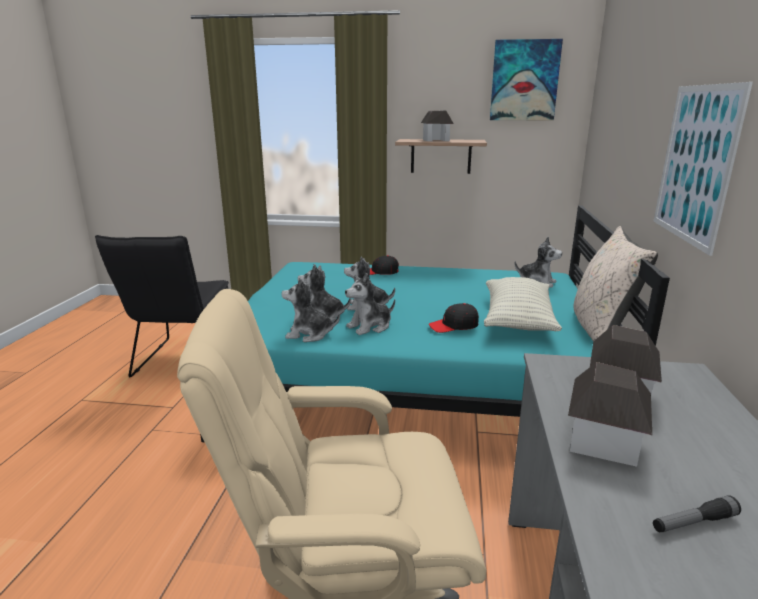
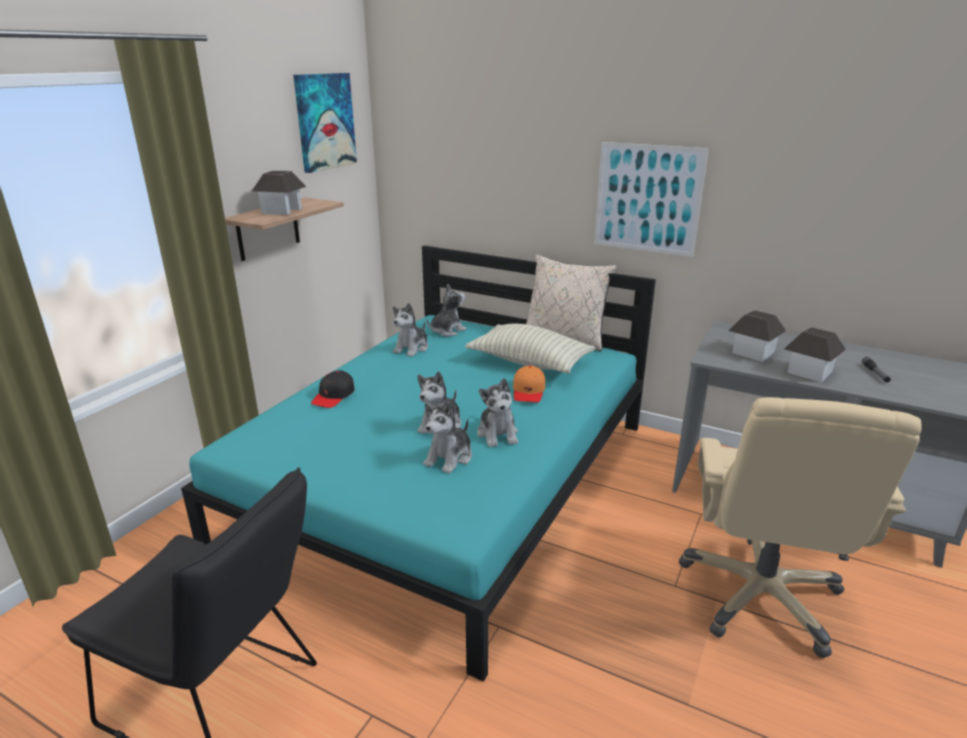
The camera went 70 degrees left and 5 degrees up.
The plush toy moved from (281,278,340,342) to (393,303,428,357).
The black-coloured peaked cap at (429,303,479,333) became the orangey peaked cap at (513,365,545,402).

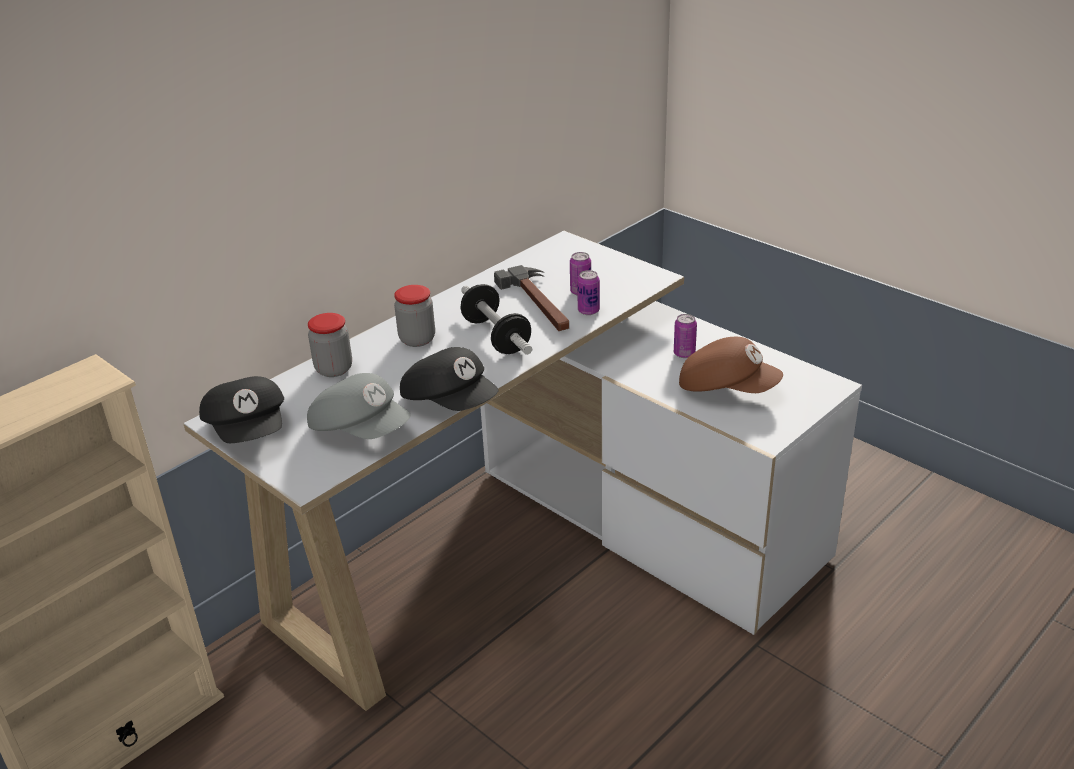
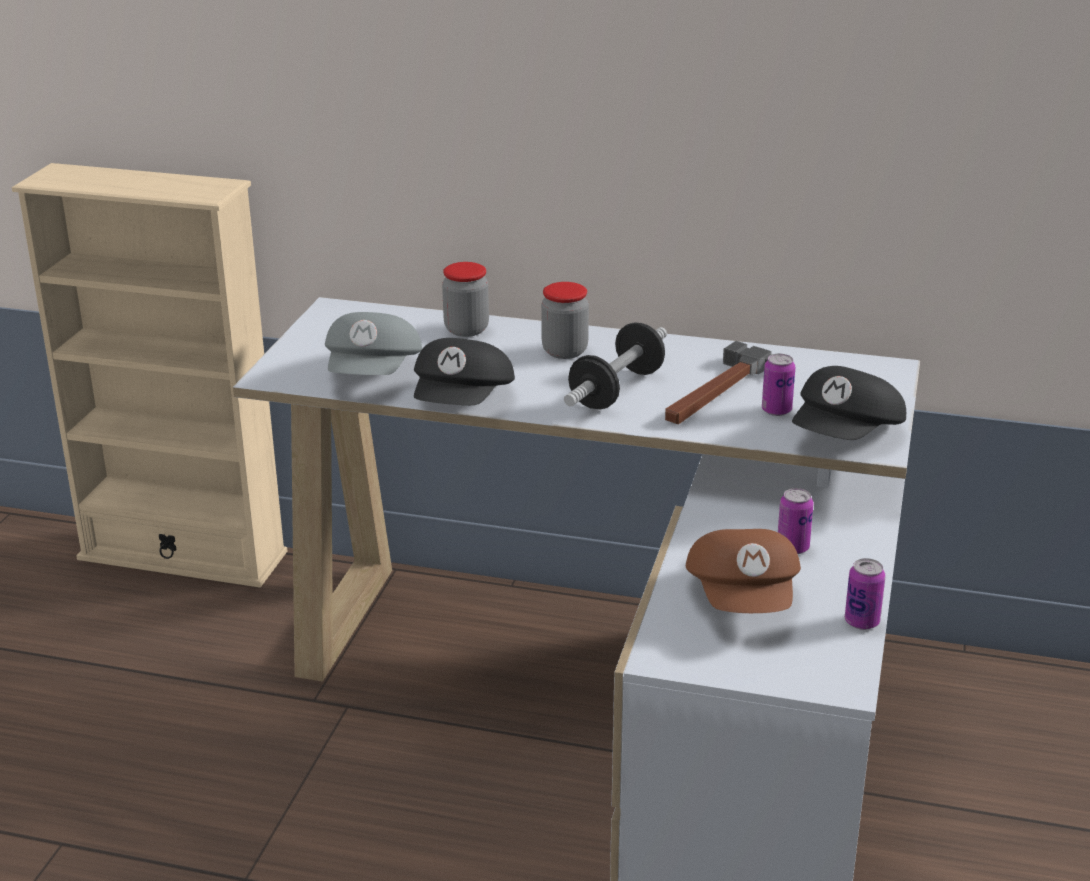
The camera went 60 degrees right and 5 degrees down.
The black-coloured peaked cap moved from (199,376,284,443) to (792,366,906,440).
The sealed can moved from (577,270,600,315) to (845,558,886,630).

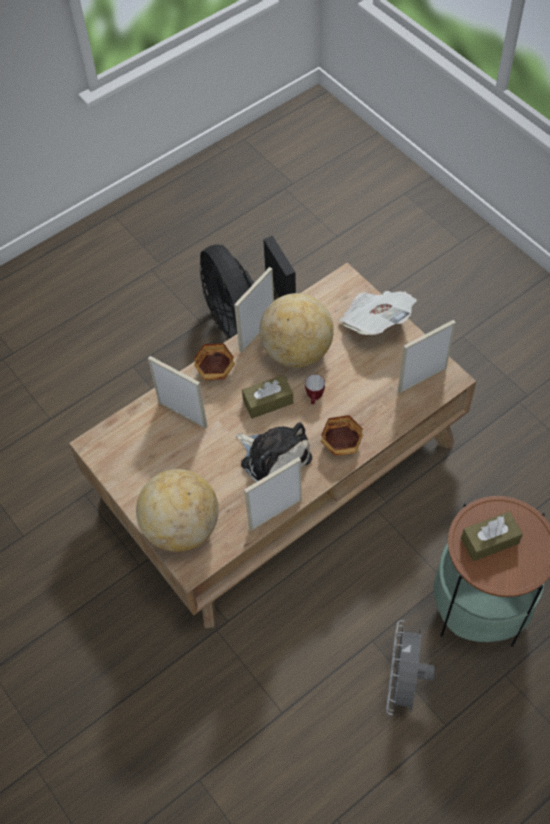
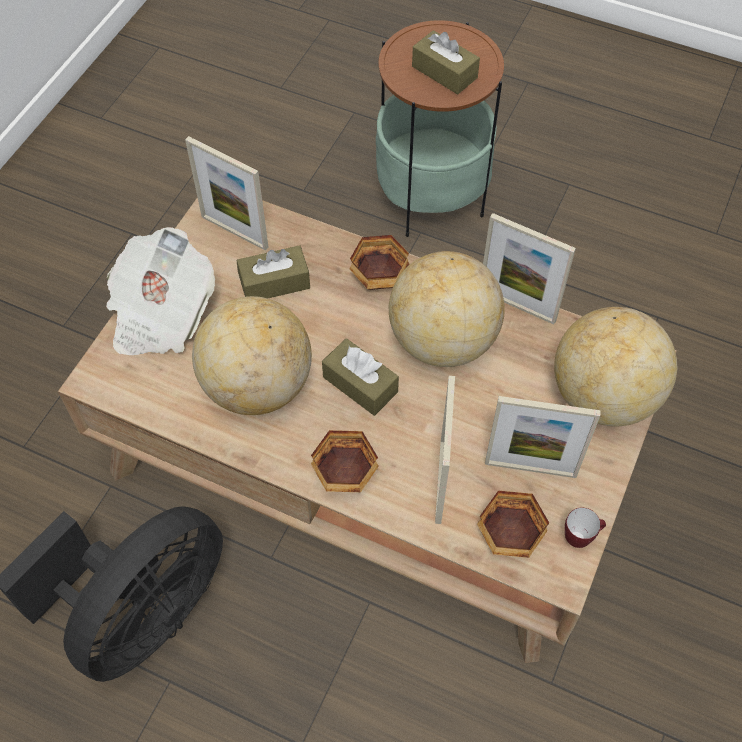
The camera went 120 degrees left and 0 degrees up.
The picture frame moved from (234,267,274,353) to (485,396,601,478).
The plush toy at (236,422,312,482) was replaced by the globe at (389,251,505,367).
The tea mug moved from (305,374,325,404) to (565,508,606,548).
The grey fan at (386,620,435,715) disappeared.
The brown-coloured tissue holder at (237,245,310,298) appeared.
The bowl at (477,491,549,558) appeared.

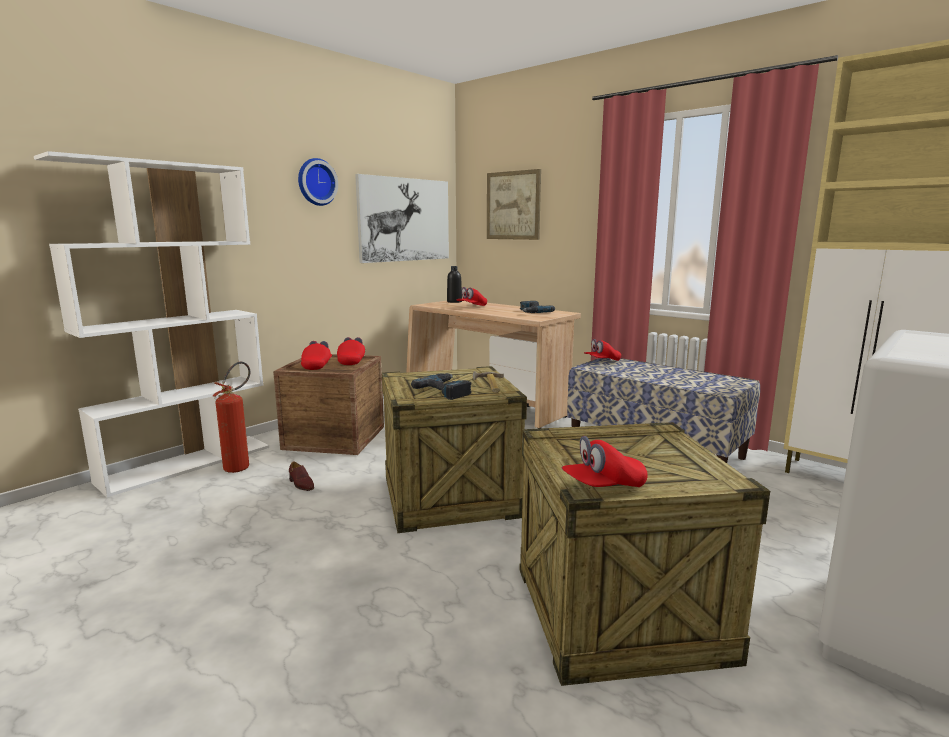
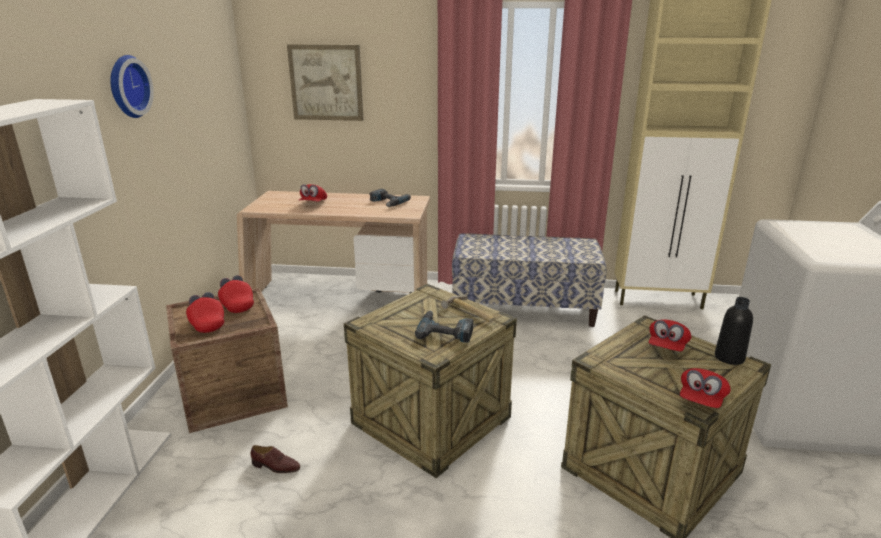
The camera went 35 degrees left and 10 degrees up.
The fire extinguisher at (213,362,251,473) disappeared.
The wall picture at (355,174,449,263) disappeared.
The black-coloured drink bottle moved from (447,266,462,303) to (715,297,753,365).
The red-coloured peaked cap moved from (584,339,621,361) to (649,320,691,351).

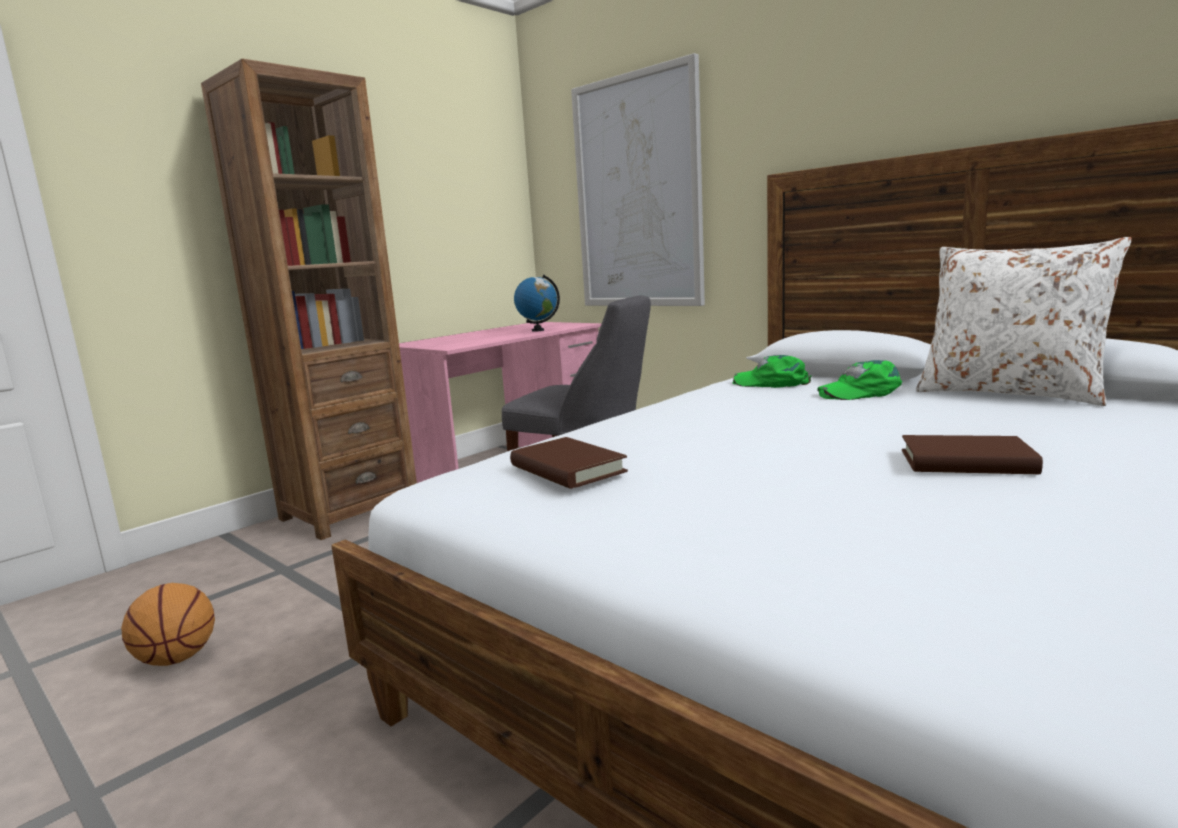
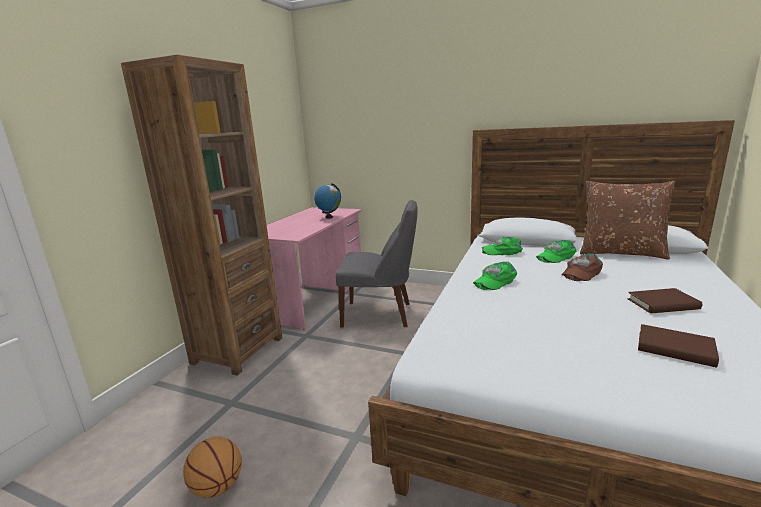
The camera went 20 degrees left and 5 degrees up.
The brown-coloured book moved from (510,437,628,489) to (638,324,719,368).
The wall picture at (571,53,705,306) disappeared.
The whitish throw pillow at (916,237,1132,406) became the brown-coloured throw pillow at (580,181,676,260).
The green-coloured peaked cap at (473,261,517,290) appeared.
The brown-coloured peaked cap at (562,253,603,281) appeared.

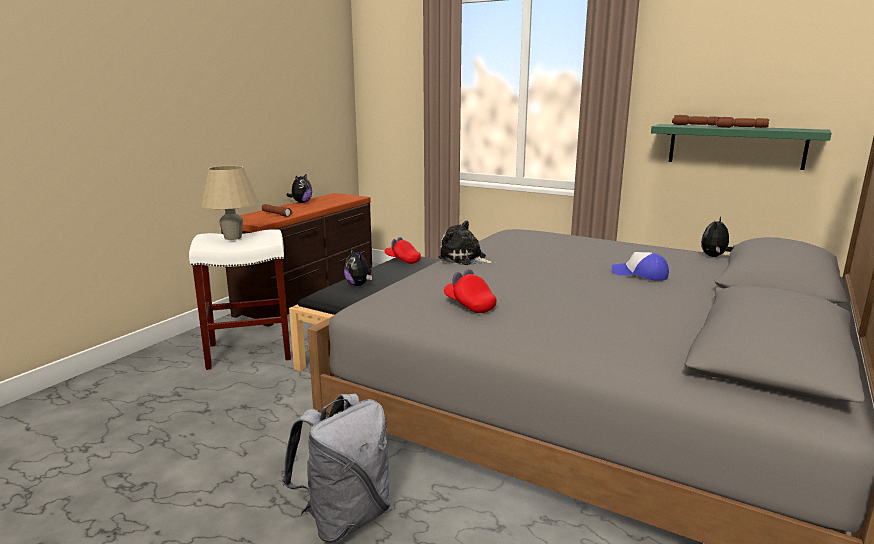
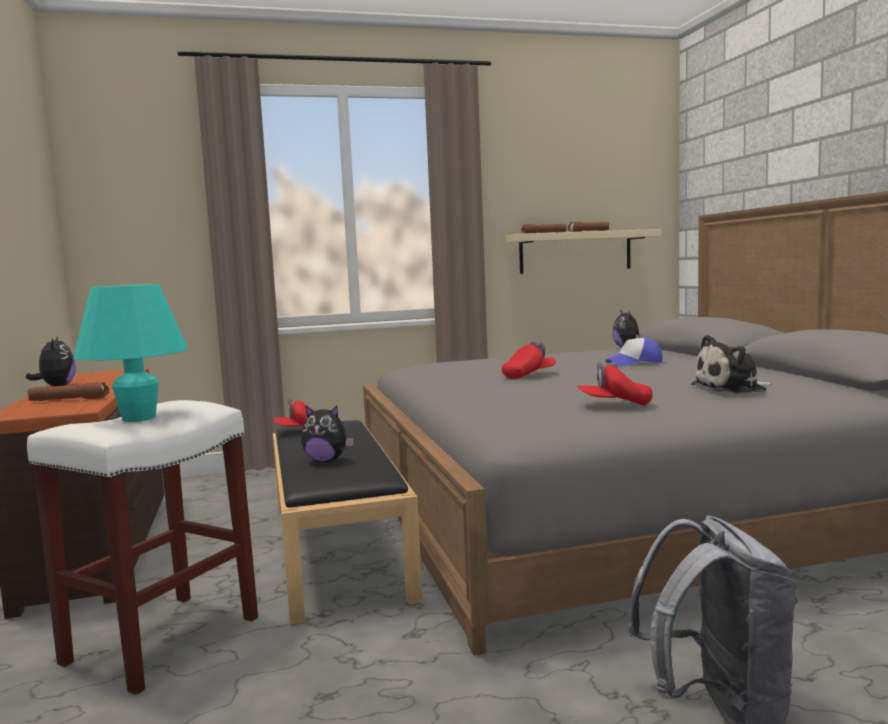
The camera went 45 degrees left and 10 degrees down.
The sand-coloured table lamp at (199,166,258,240) became the turquoise table lamp at (73,284,188,422).
The plush toy moved from (438,220,495,265) to (691,335,772,394).
The green-coloured shelf at (651,124,832,170) became the sand-coloured shelf at (506,229,662,274).
The red-coloured peaked cap at (502,341,556,379) appeared.

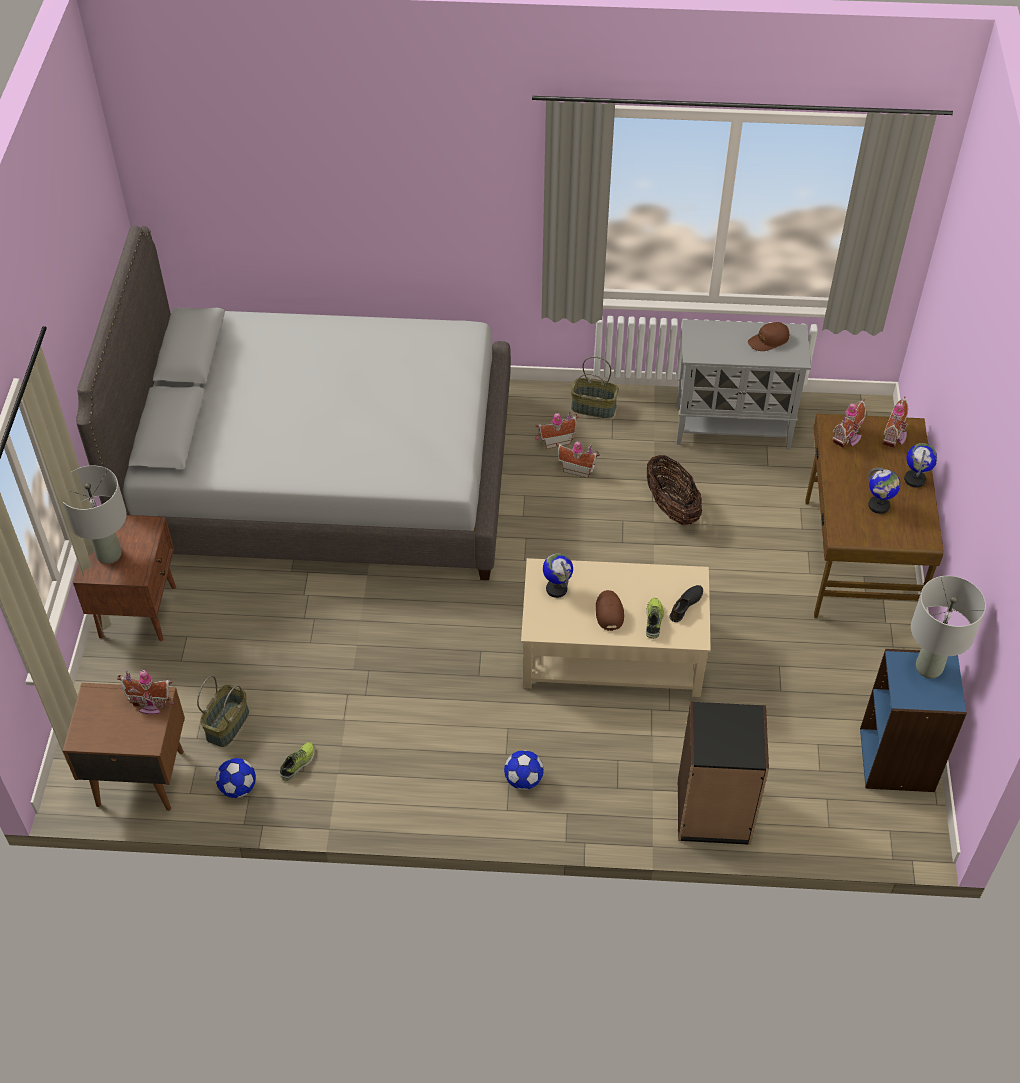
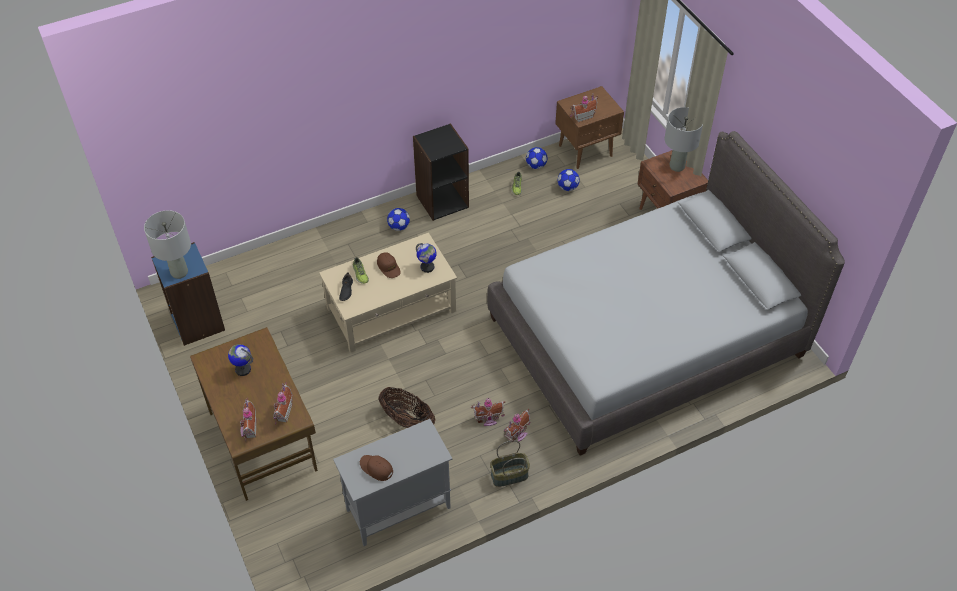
The camera went 150 degrees right and 0 degrees up.
The basket at (197,676,249,747) was replaced by the ball for football at (558,169,580,191).
The black-coloured shelving unit moved from (678,701,769,845) to (413,123,469,221).
The brown-coloured peaked cap at (748,322,790,351) turned 90 degrees counterclockwise.
The globe at (904,443,937,488) disappeared.

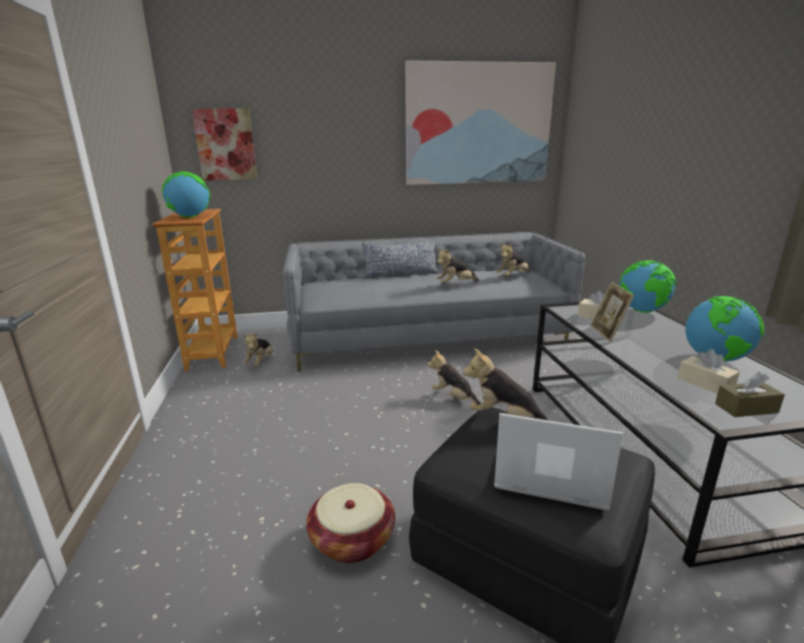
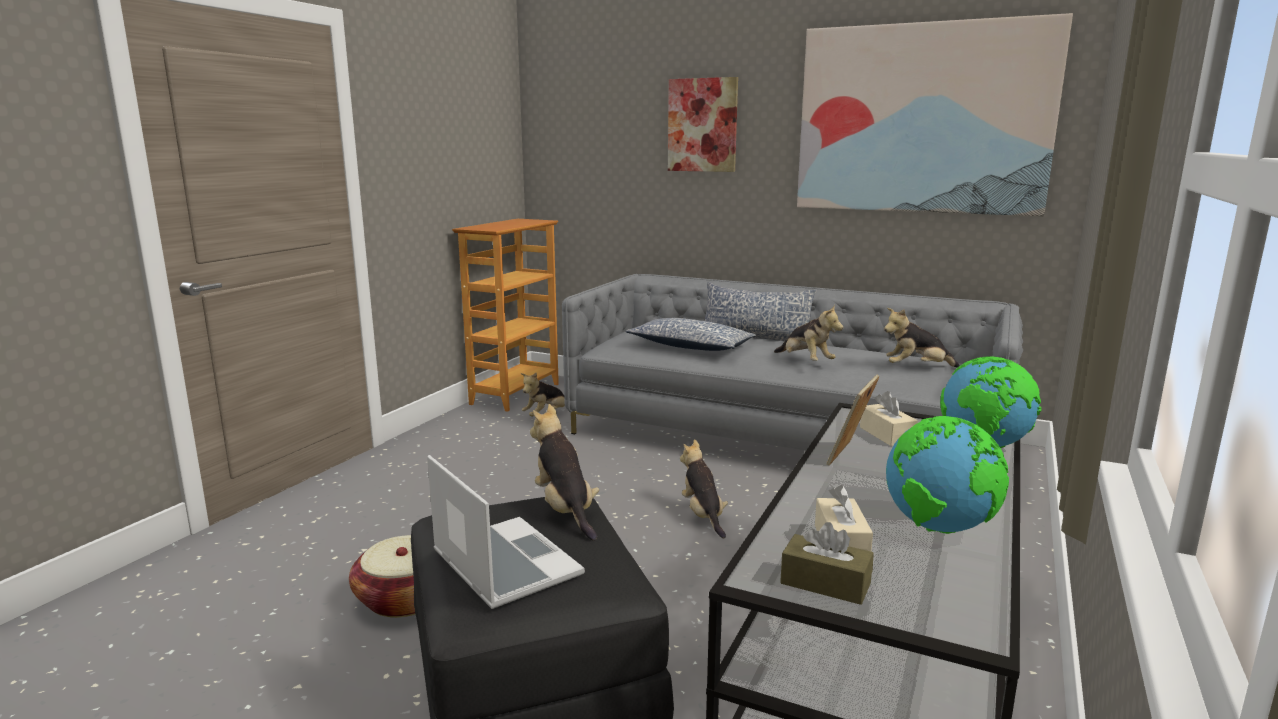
The camera went 35 degrees right and 5 degrees down.
The globe at (162,171,210,217) disappeared.
The wall picture moved from (192,109,257,181) to (668,77,738,172).
The plush toy at (437,249,479,283) turned 135 degrees counterclockwise.
The throw pillow at (626,318,756,351) appeared.

